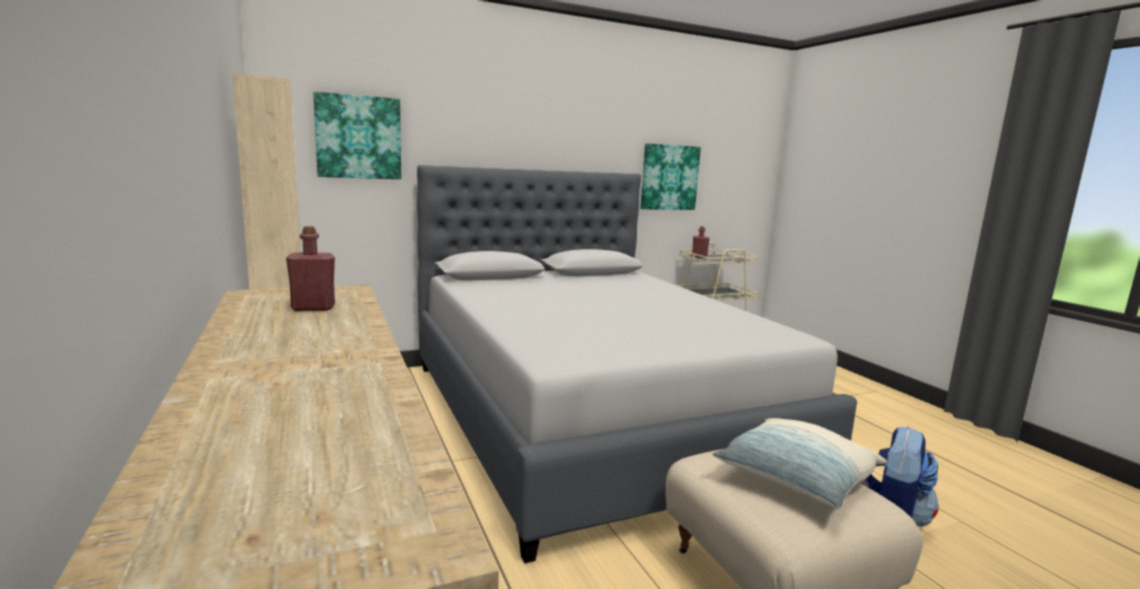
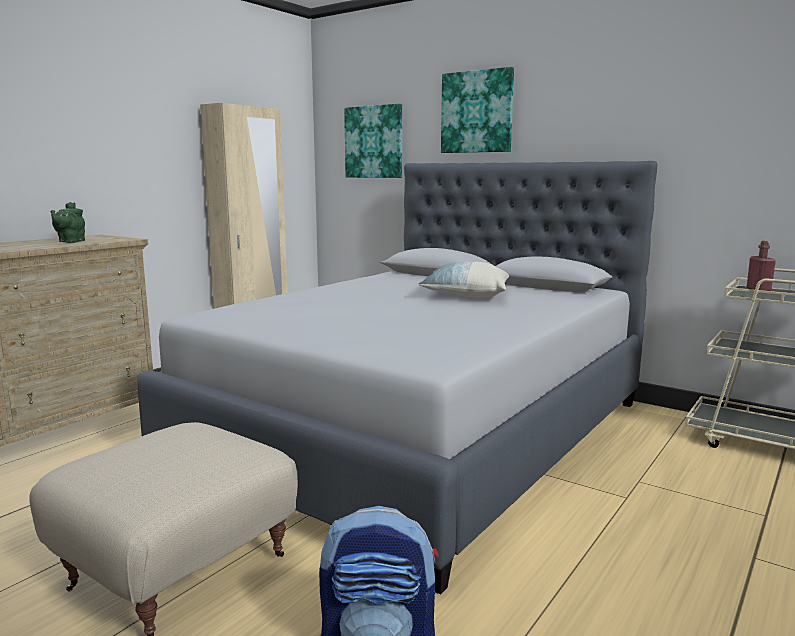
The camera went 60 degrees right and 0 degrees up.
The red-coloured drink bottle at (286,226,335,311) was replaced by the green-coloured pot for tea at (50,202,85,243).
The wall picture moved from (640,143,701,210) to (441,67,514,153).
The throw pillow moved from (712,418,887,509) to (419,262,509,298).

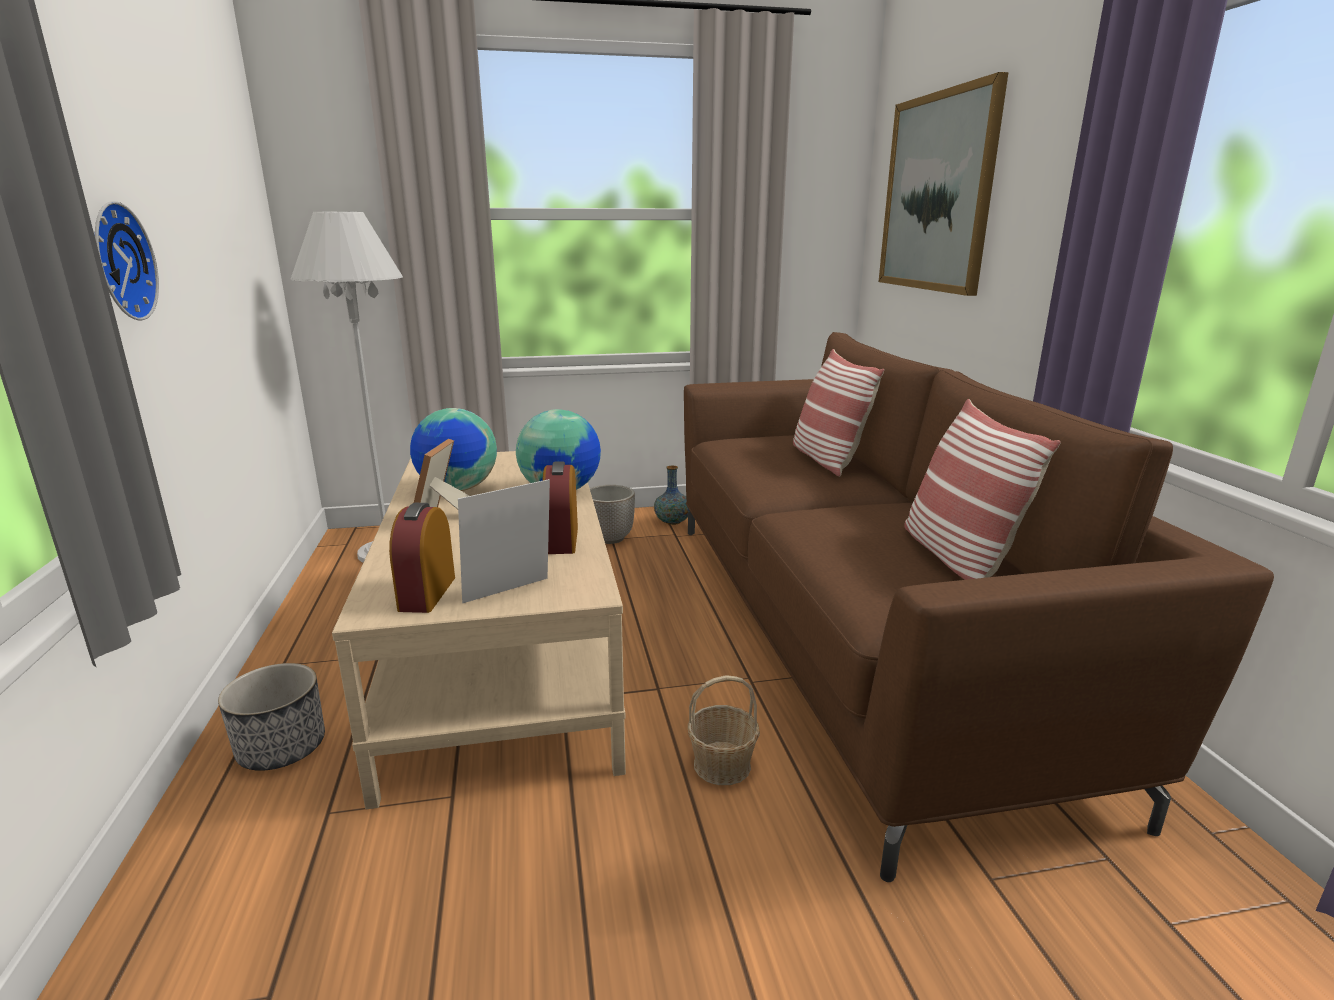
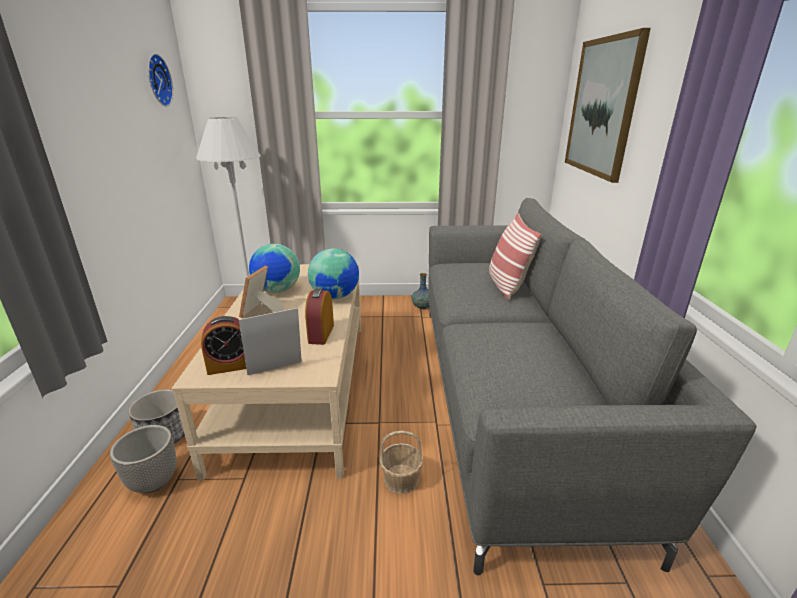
The camera went 10 degrees right and 5 degrees up.
The wall clock moved from (94,201,159,320) to (148,54,173,106).
The bedside clock at (389,503,455,613) turned 120 degrees counterclockwise.
The planter moved from (590,485,635,544) to (110,425,176,493).
The brown-coloured couch at (684,332,1274,882) became the grey couch at (428,198,757,575).
The throw pillow at (904,399,1061,580) disappeared.

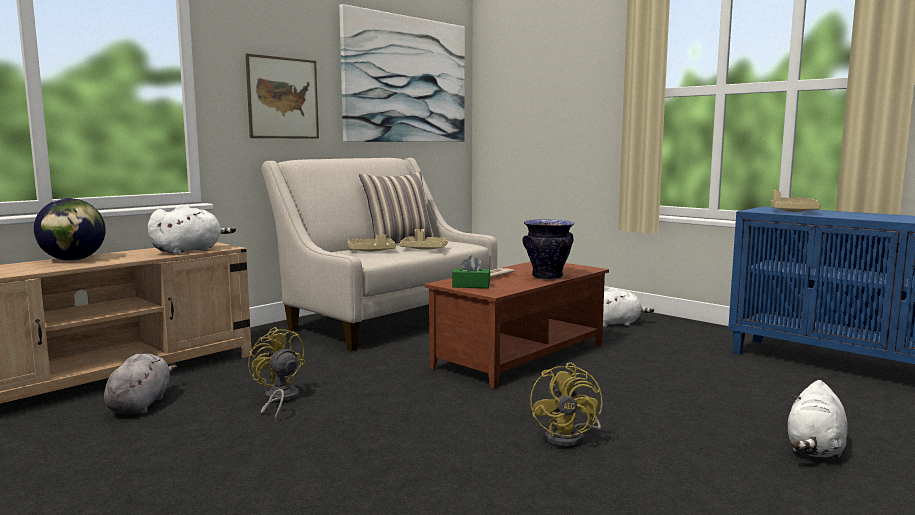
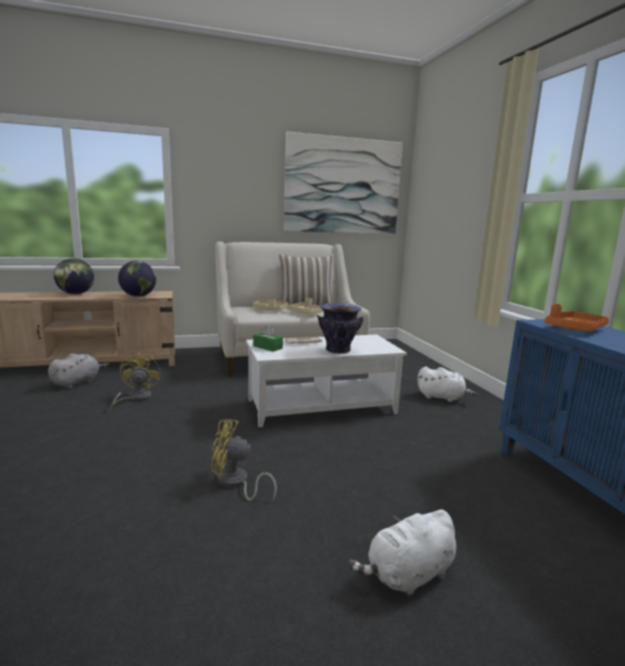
The camera went 30 degrees right and 5 degrees up.
The whitish plush toy at (148,204,236,255) was replaced by the globe at (118,261,156,297).
The wall picture at (245,54,319,139) disappeared.
The brown-coloured coffee table at (424,262,609,389) became the whitish coffee table at (246,334,407,427).
The yellowish fan at (530,362,602,448) turned 60 degrees clockwise.
The sand-coloured tray at (771,190,821,212) became the orangey tray at (545,304,609,332).

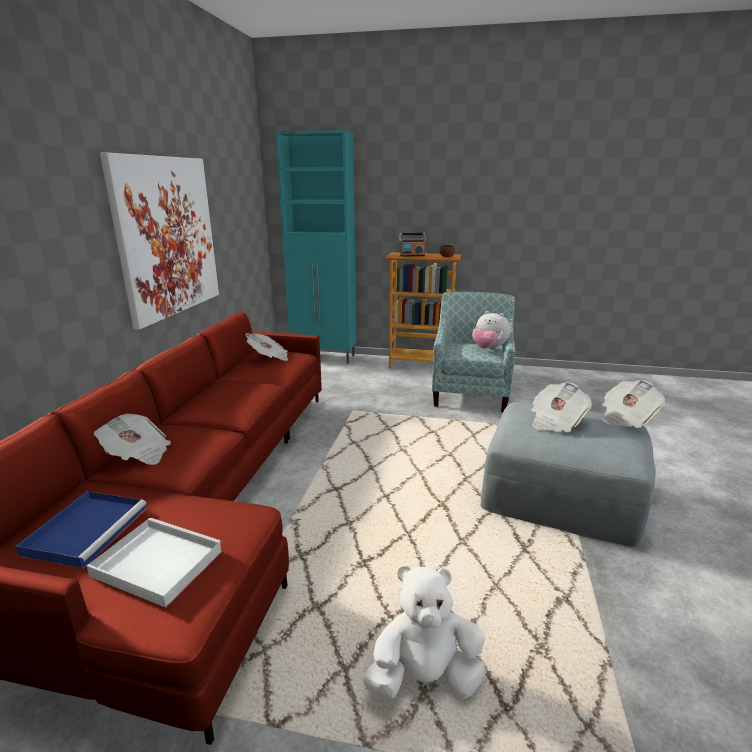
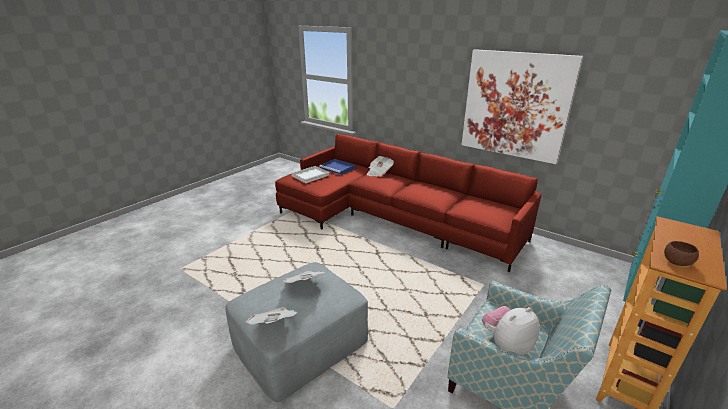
The camera went 115 degrees right and 5 degrees up.
The daily paper at (245,333,288,361) disappeared.
The whitish plush toy at (363,565,486,699) disappeared.
The radio set at (399,233,426,257) disappeared.

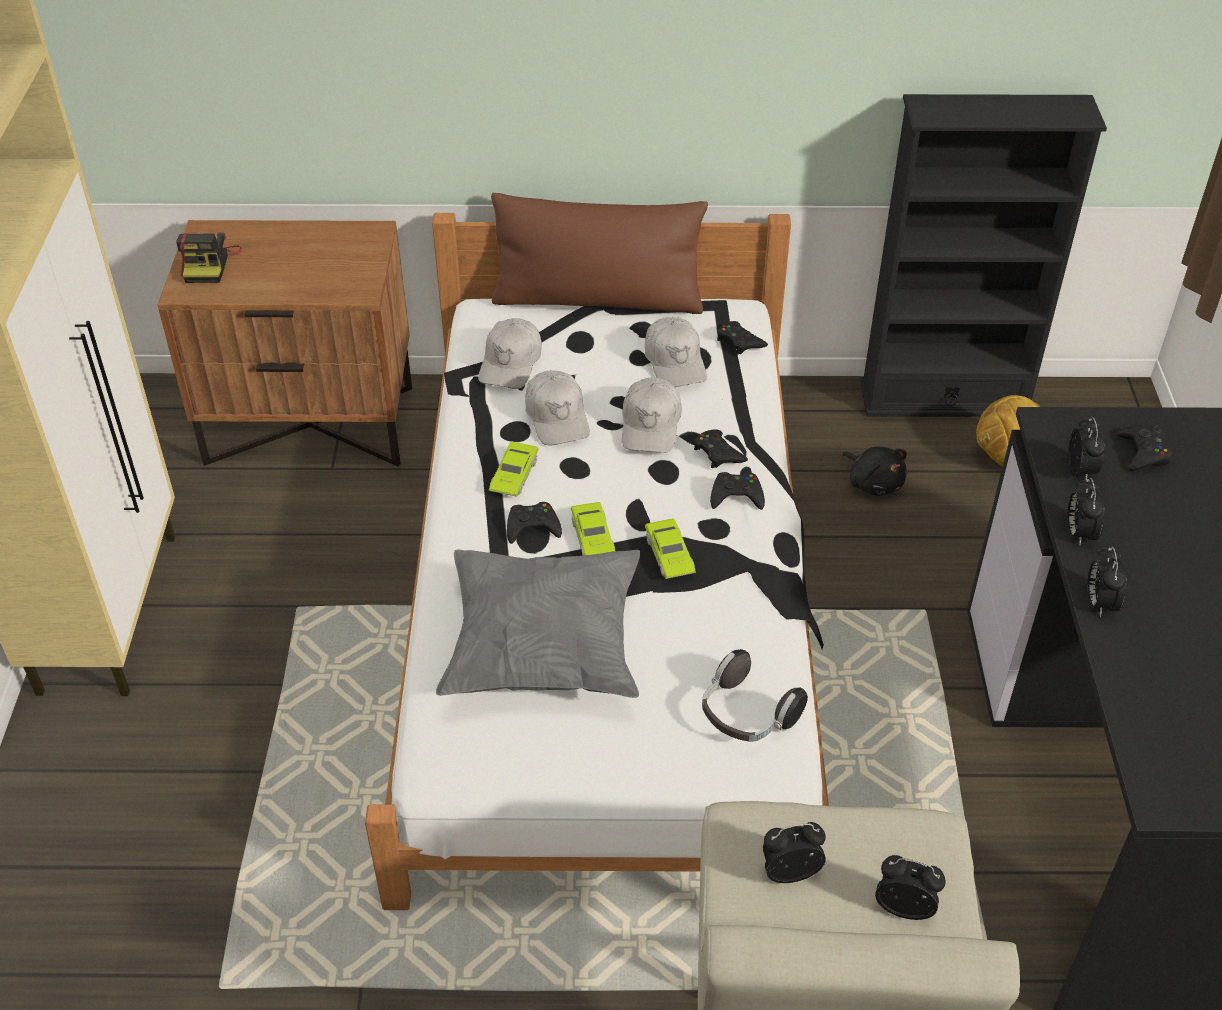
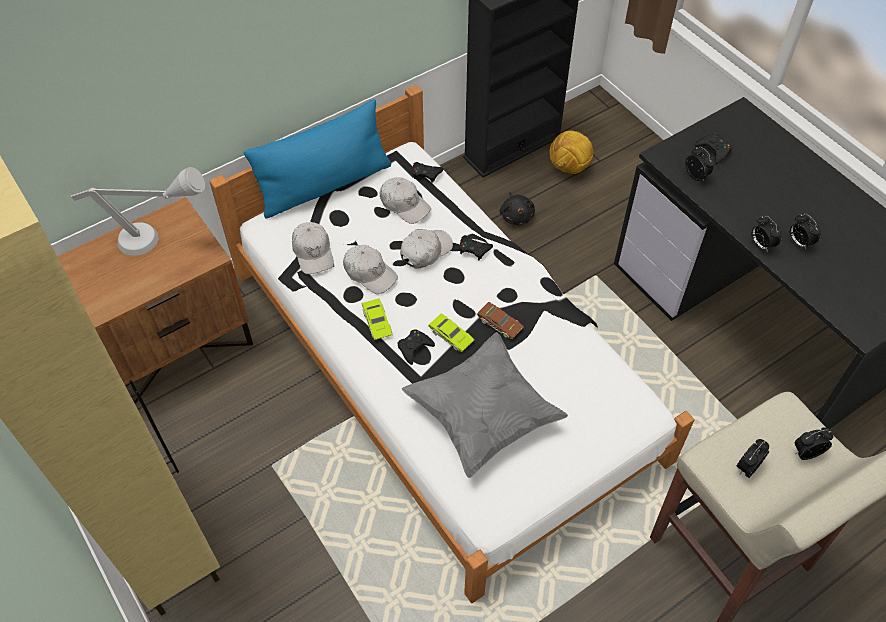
The camera went 35 degrees left and 10 degrees up.
The photo camera at (176,232,242,283) disappeared.
The brown-coloured throw pillow at (491,193,708,314) became the blue throw pillow at (244,99,391,219).
The whitish peaked cap at (622,377,682,453) turned 105 degrees counterclockwise.
The green-coloured model car at (645,518,696,579) became the brown-coloured model car at (477,302,524,339).
The pair of headphones at (702,649,808,742) disappeared.
The black-coloured game controller at (710,472,765,510) disappeared.
The black-coloured plush toy at (842,446,907,496) turned 60 degrees clockwise.
The bedside clock moved from (1067,478,1104,546) to (790,214,821,250).
The grey table lamp at (71,167,205,256) appeared.

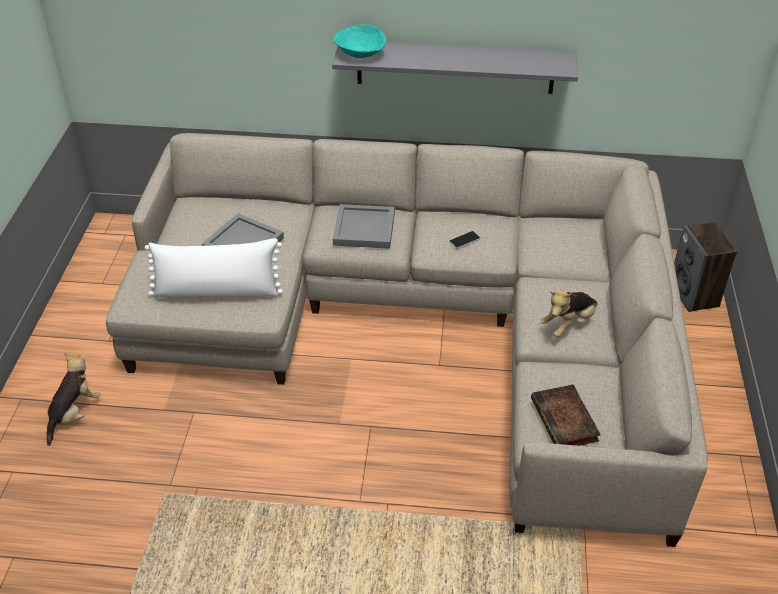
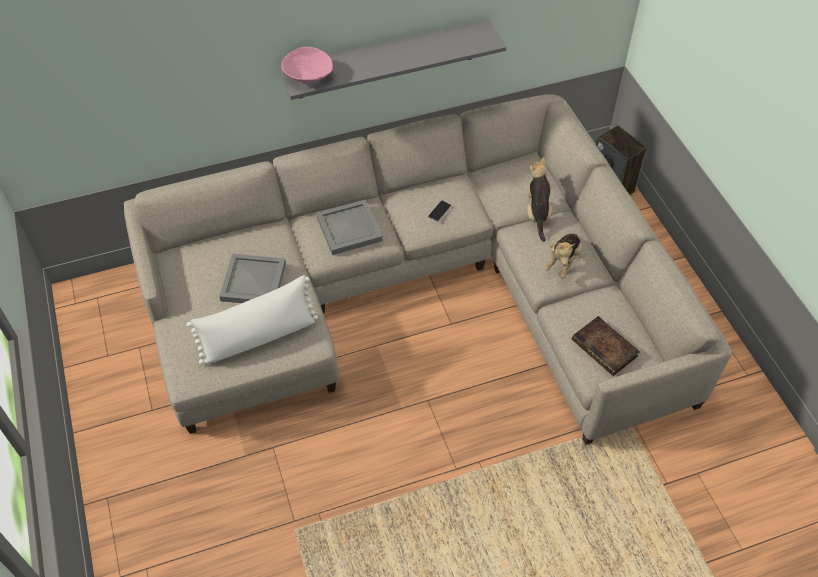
The camera went 25 degrees left and 10 degrees up.
The plush toy moved from (47,351,100,446) to (527,157,557,242).
The turquoise bowl at (334,24,386,58) became the pink bowl at (281,47,333,83).

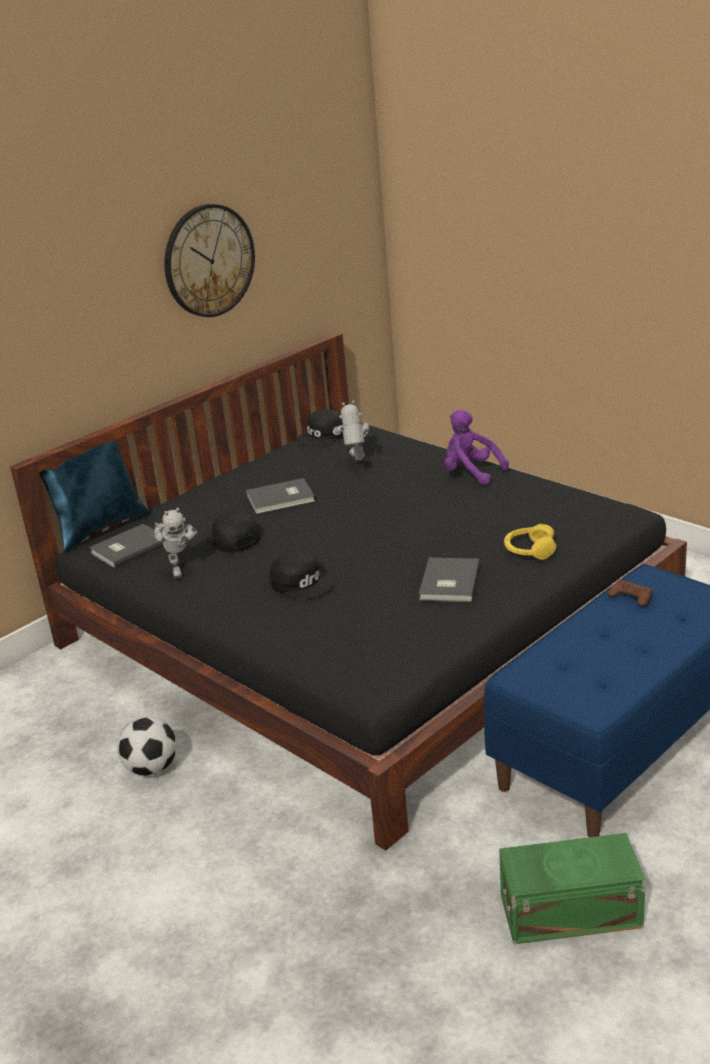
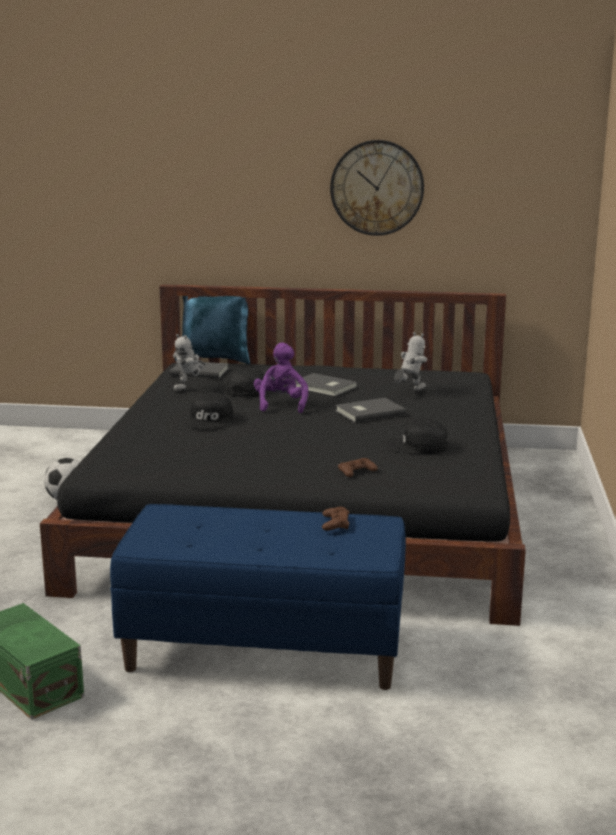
The camera went 50 degrees right and 10 degrees down.
The black-coloured peaked cap moved from (297,409,343,446) to (387,418,448,454).
The grey book moved from (419,558,480,602) to (335,398,406,423).
The purple plush toy moved from (444,410,509,485) to (254,342,308,413).
The yellowish pair of headphones at (504,524,556,560) was replaced by the brown-coloured game controller at (338,458,378,477).

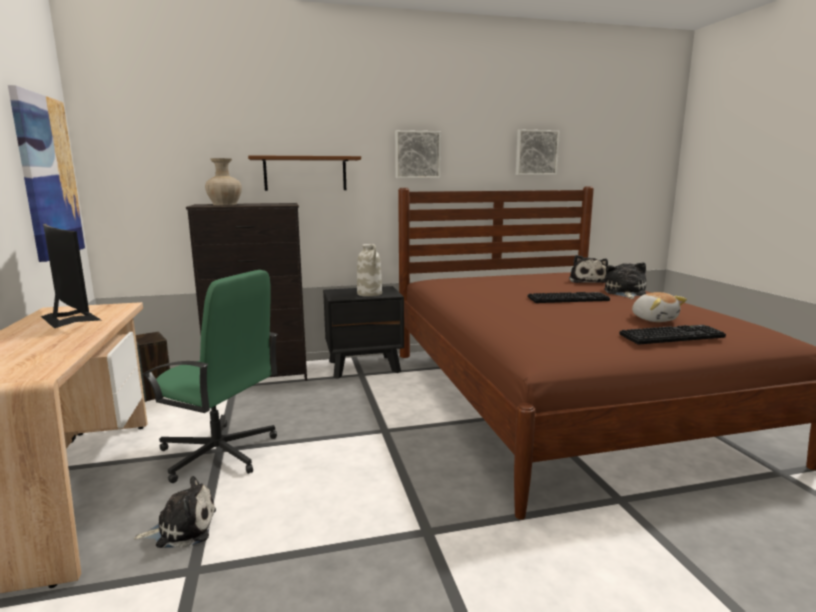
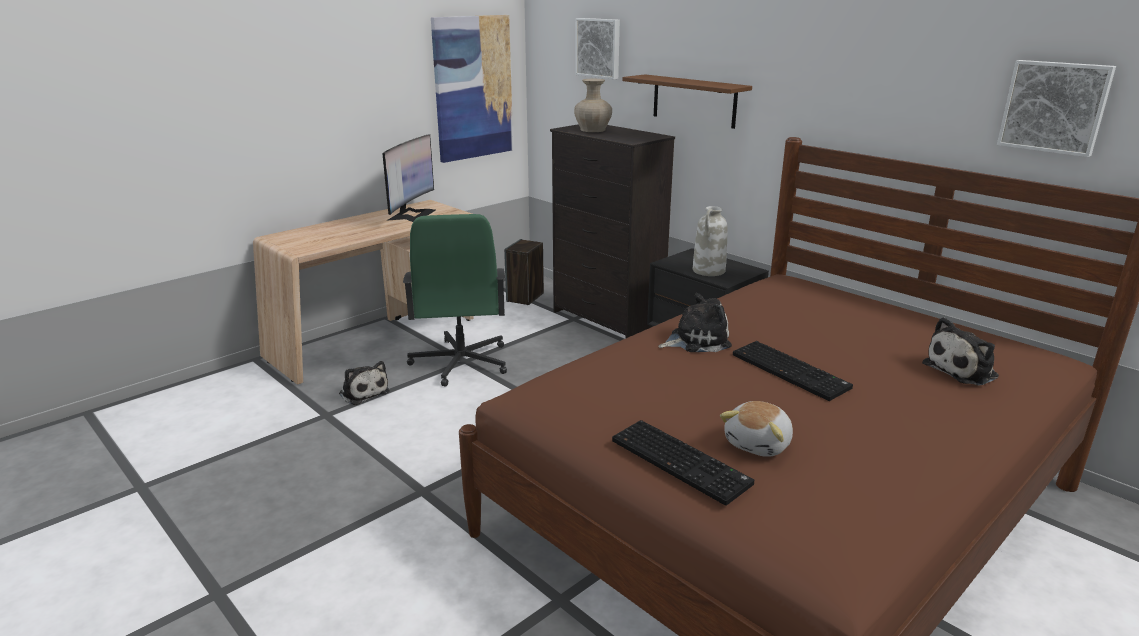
The camera went 60 degrees right and 10 degrees up.
The wall picture moved from (395,130,441,178) to (575,18,620,79).
The plush toy moved from (604,262,646,299) to (658,293,732,352).

